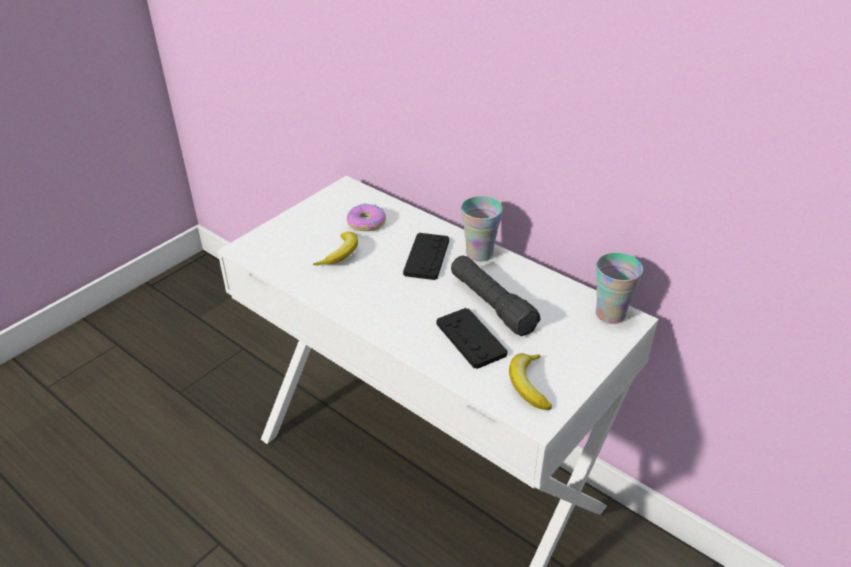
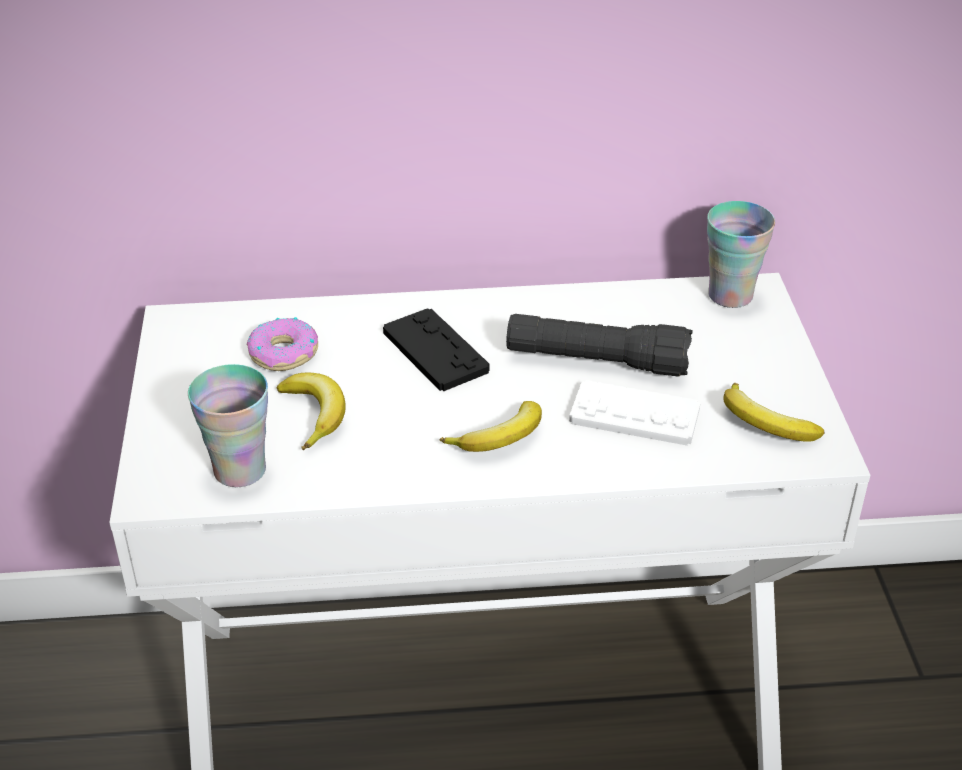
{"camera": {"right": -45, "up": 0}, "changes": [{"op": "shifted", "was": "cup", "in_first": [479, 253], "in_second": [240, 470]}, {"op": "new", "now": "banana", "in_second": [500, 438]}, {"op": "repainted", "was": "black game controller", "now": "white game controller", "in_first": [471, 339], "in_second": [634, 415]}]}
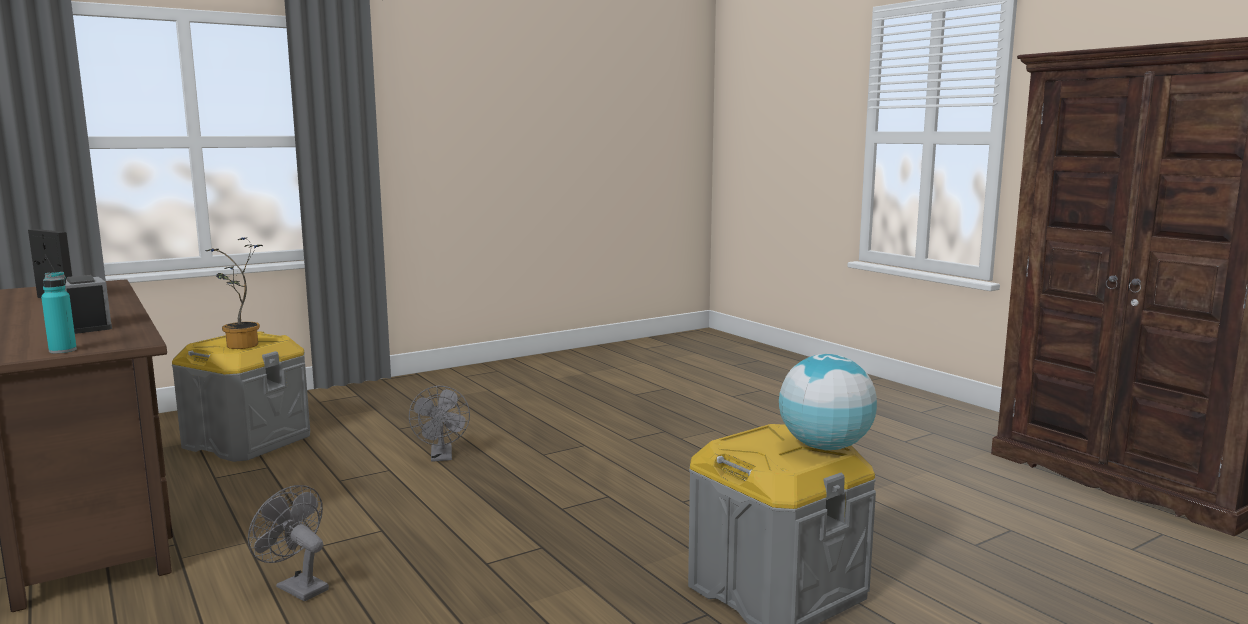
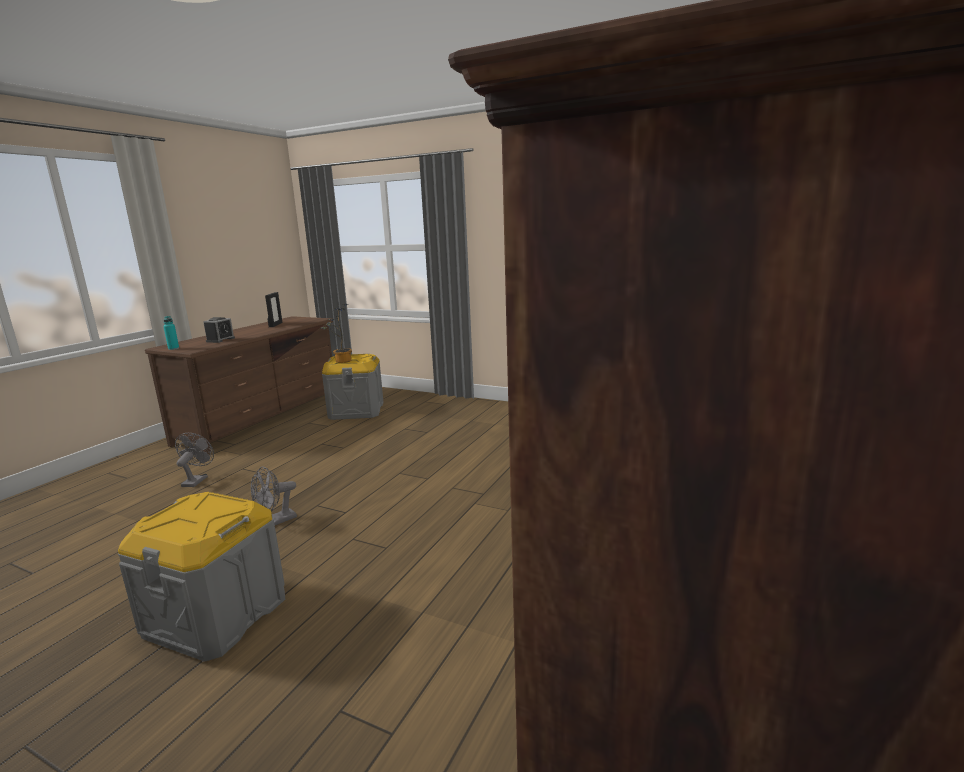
{"camera": {"right": 60, "up": 5}, "changes": [{"op": "shifted", "was": "grey fan", "in_first": [442, 457], "in_second": [276, 521]}, {"op": "gone", "was": "globe", "in_first": [824, 447]}]}
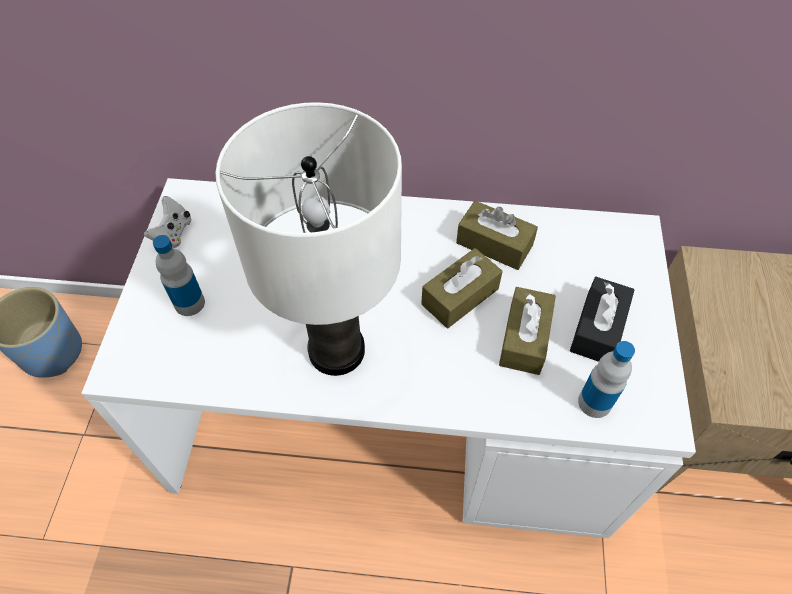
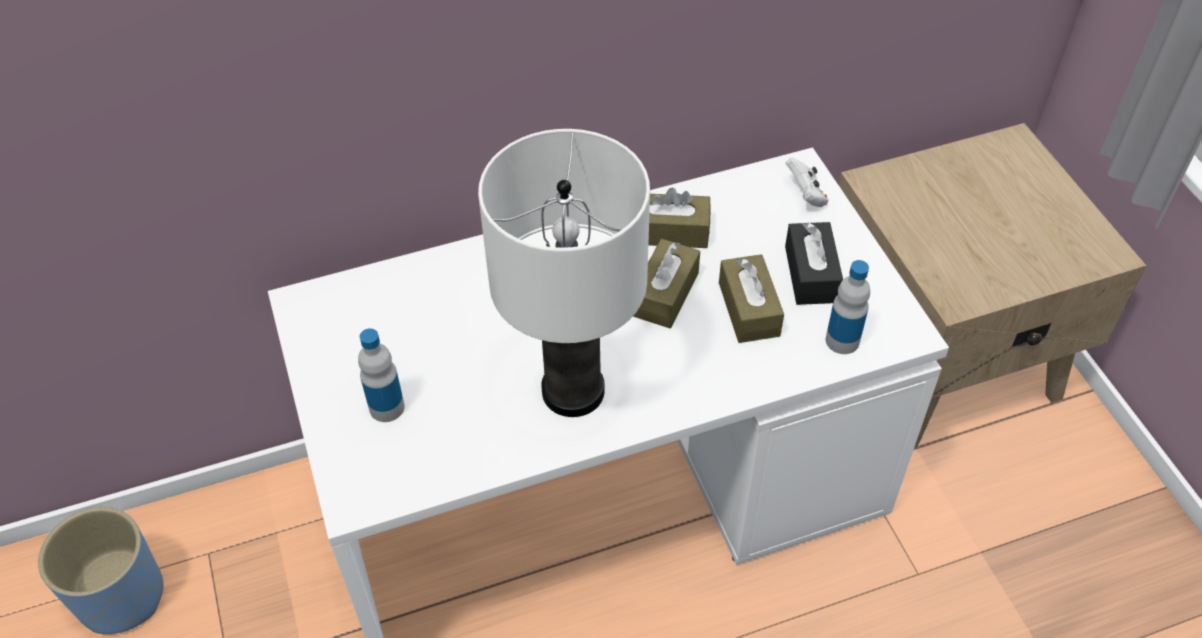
{"camera": {"right": -25, "up": -5}, "changes": [{"op": "shifted", "was": "white game controller", "in_first": [173, 233], "in_second": [806, 195]}]}
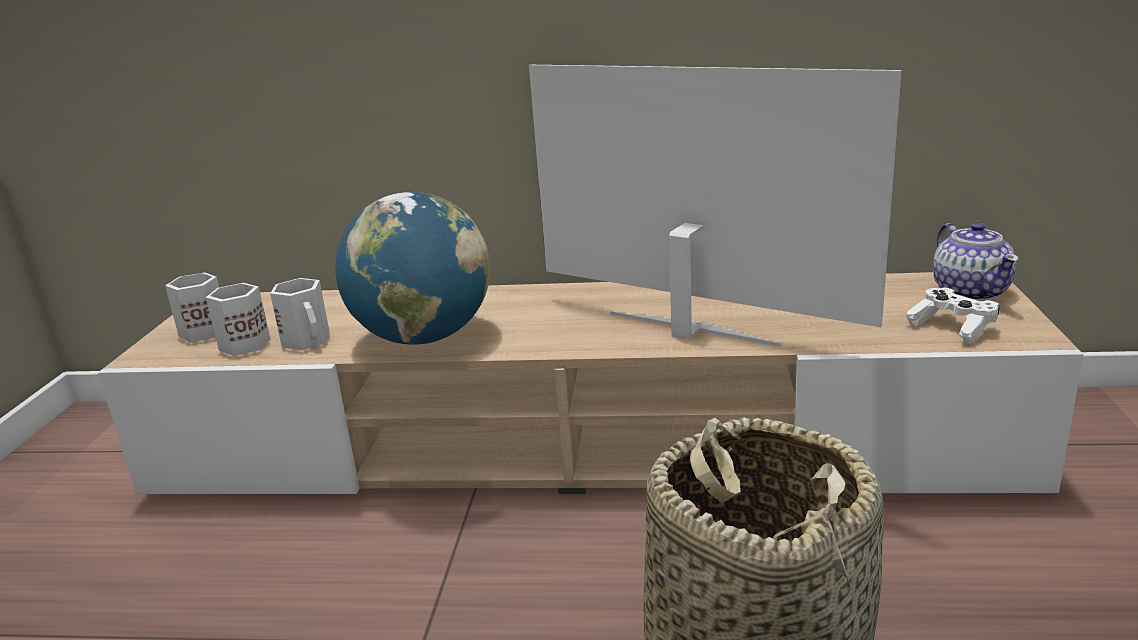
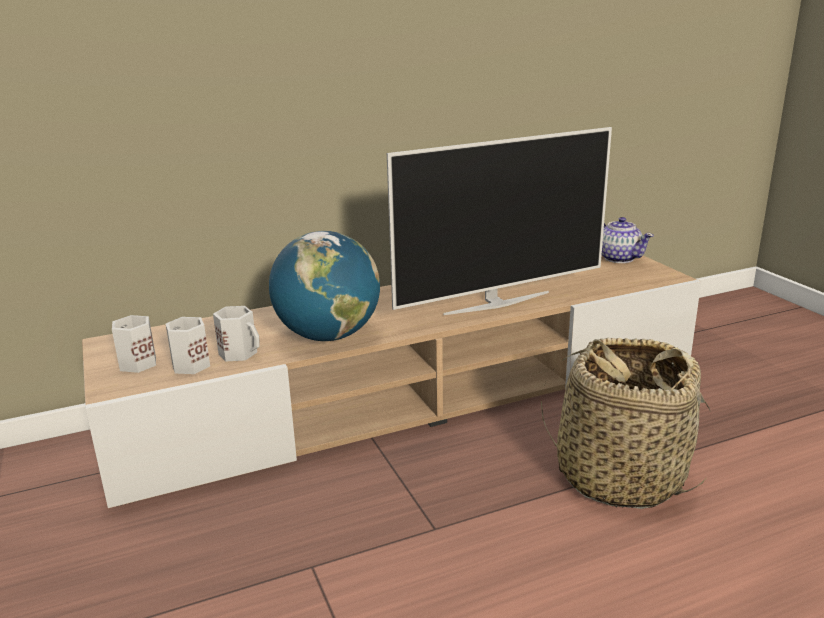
{"camera": {"right": -30, "up": 0}, "changes": [{"op": "rotated", "was": "television", "in_first": [689, 331], "in_second": [496, 302], "clockwise": 150}, {"op": "gone", "was": "white game controller", "in_first": [952, 327]}]}
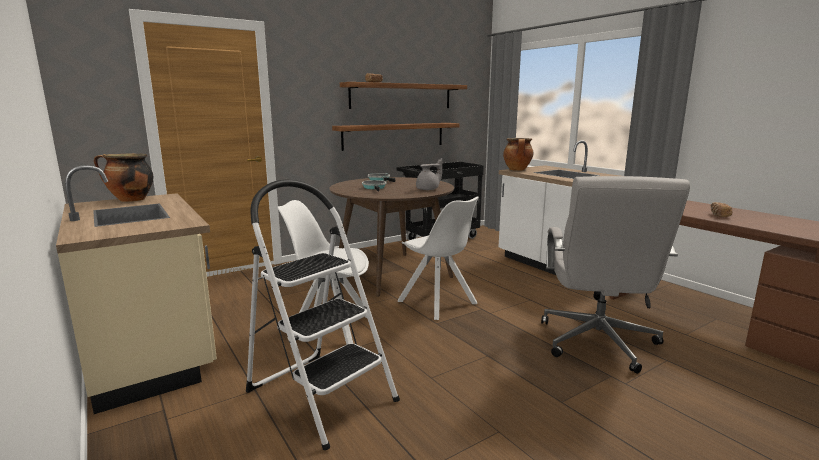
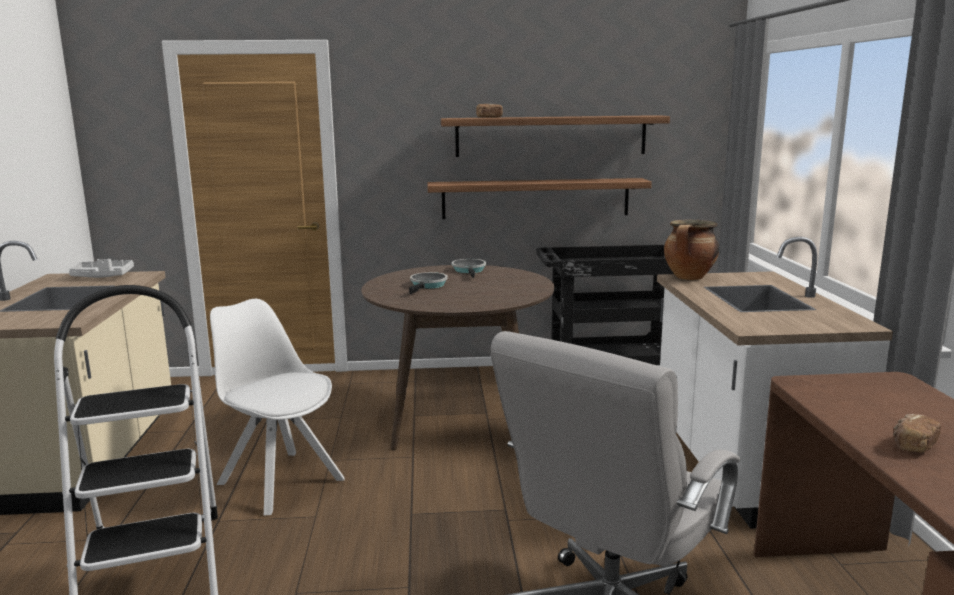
{"camera": {"right": 30, "up": 0}, "changes": [{"op": "swapped", "was": "cooking pot", "now": "grey tray", "in_first": [130, 200], "in_second": [102, 277]}, {"op": "gone", "was": "white chair", "in_first": [438, 303]}, {"op": "gone", "was": "grey teapot", "in_first": [428, 189]}]}
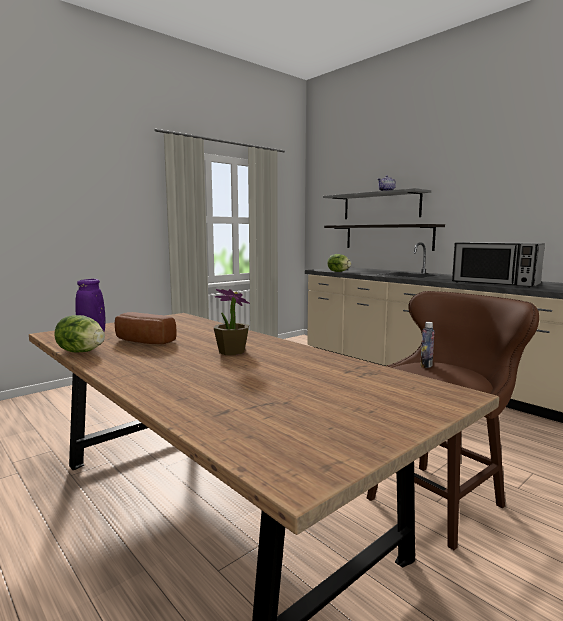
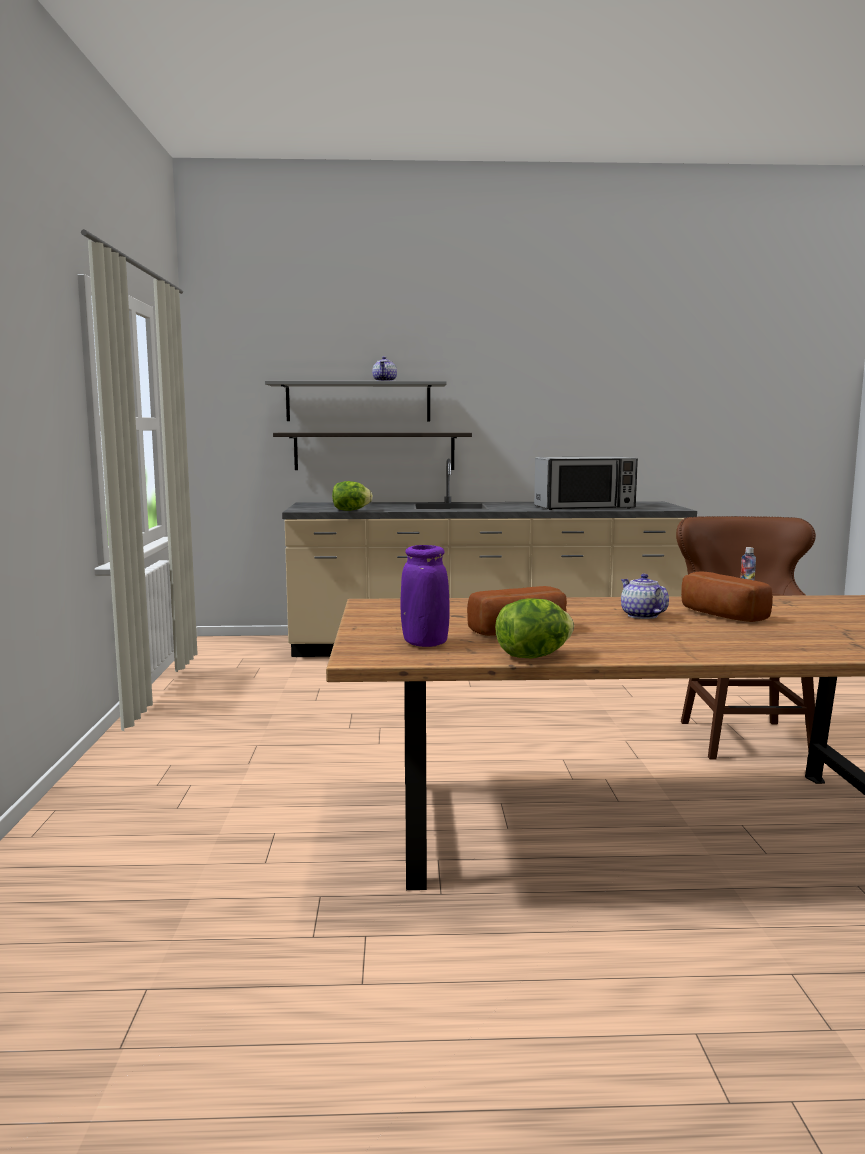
{"camera": {"right": -50, "up": 0}, "changes": [{"op": "swapped", "was": "potted plant", "now": "teapot", "in_first": [231, 352], "in_second": [641, 616]}, {"op": "new", "now": "bread", "in_second": [718, 615]}]}
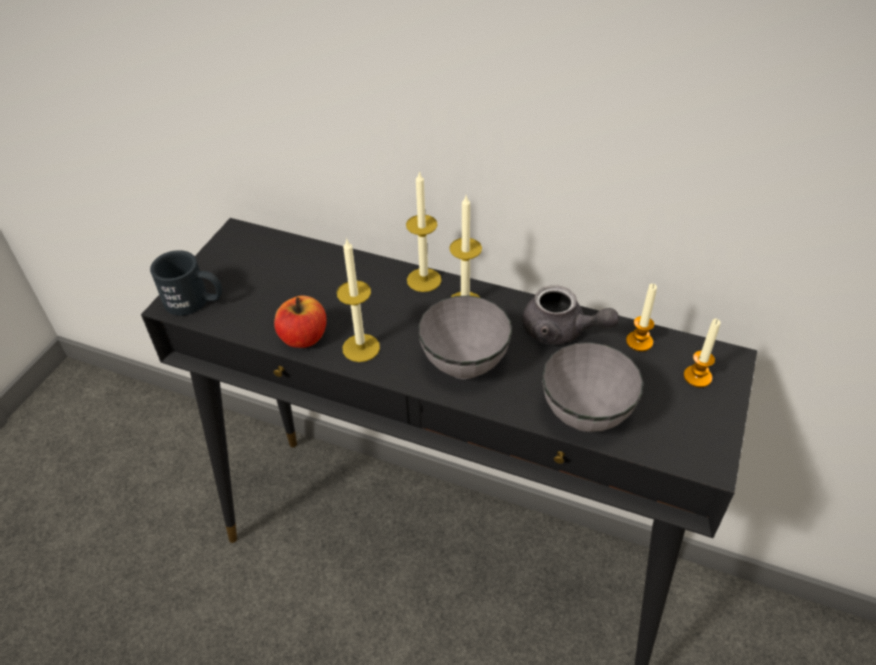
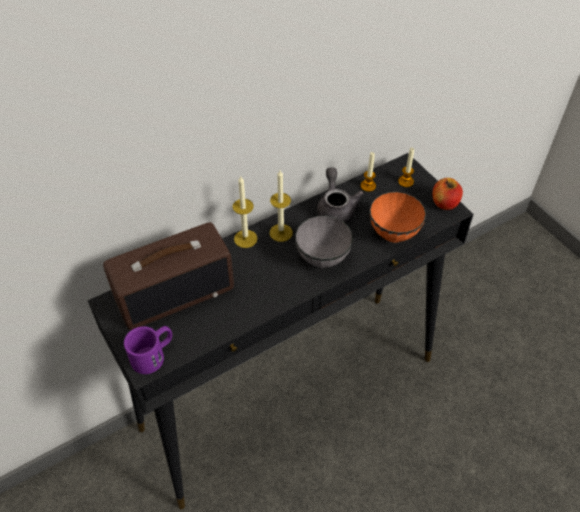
{"camera": {"right": -55, "up": 5}, "changes": [{"op": "new", "now": "radio", "in_second": [175, 292]}, {"op": "repainted", "was": "black mug", "now": "purple mug", "in_first": [195, 301], "in_second": [153, 355]}, {"op": "rotated", "was": "grey teapot", "in_first": [561, 331], "in_second": [336, 208], "clockwise": -75}, {"op": "repainted", "was": "grey bowl", "now": "orange bowl", "in_first": [585, 413], "in_second": [393, 232]}, {"op": "shifted", "was": "apple", "in_first": [304, 337], "in_second": [445, 203]}, {"op": "gone", "was": "candle", "in_first": [361, 348]}]}
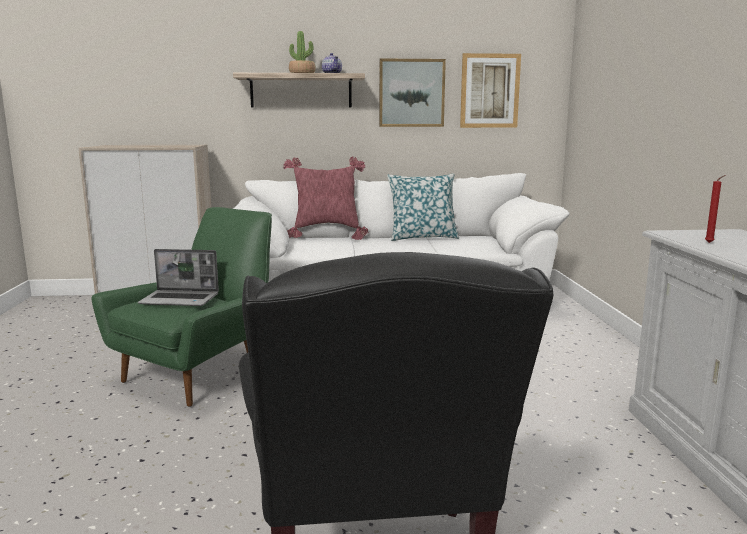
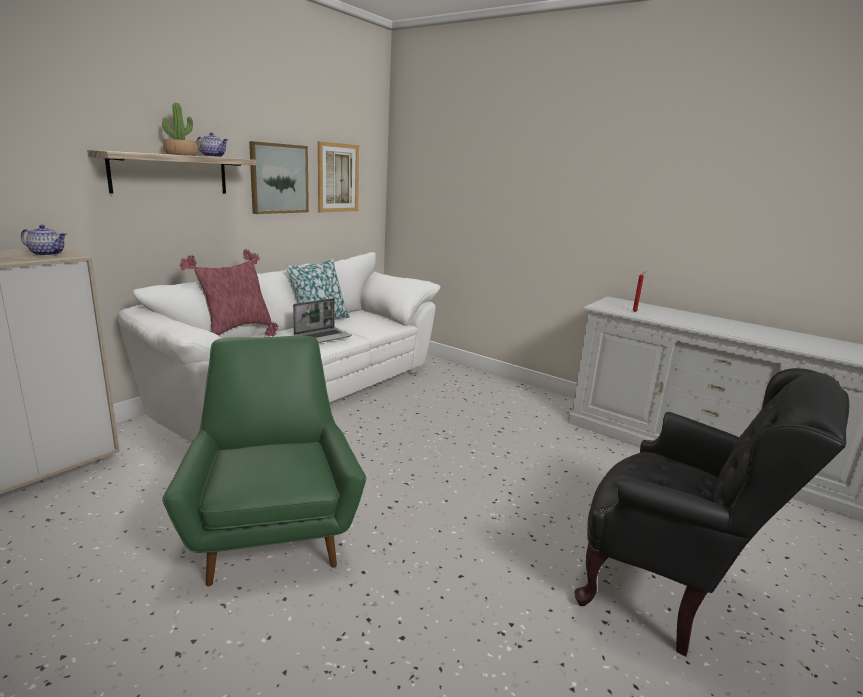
{"camera": {"right": -50, "up": 5}, "changes": [{"op": "new", "now": "teapot", "in_second": [47, 254]}, {"op": "shifted", "was": "laptop", "in_first": [181, 299], "in_second": [323, 337]}]}
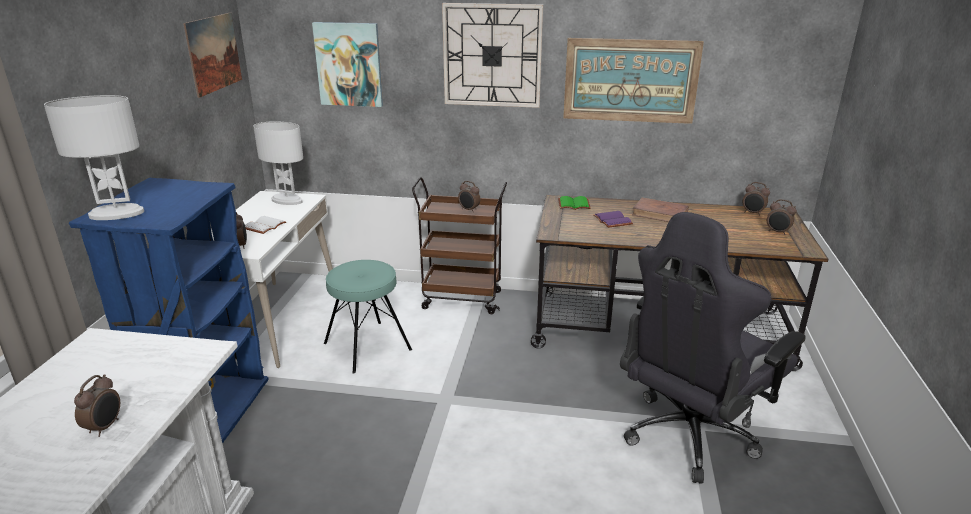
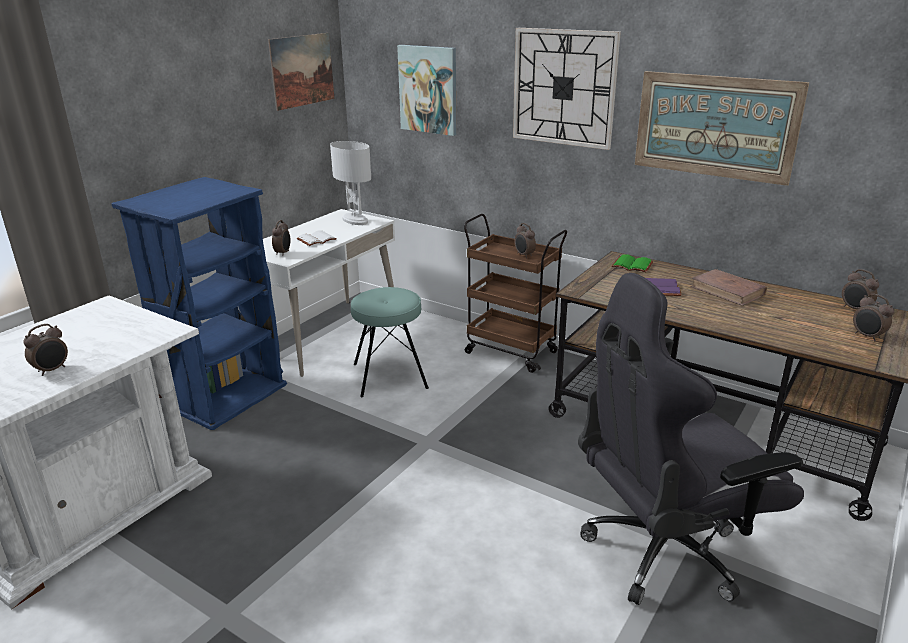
{"camera": {"right": 25, "up": 0}, "changes": [{"op": "gone", "was": "white table lamp", "in_first": [116, 214]}]}
